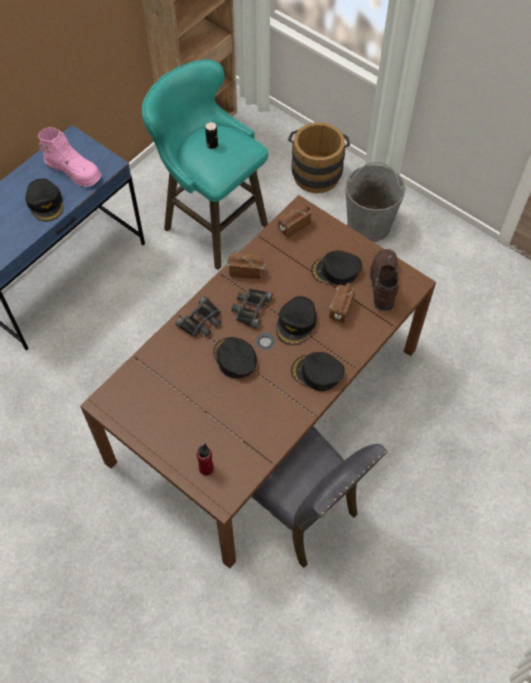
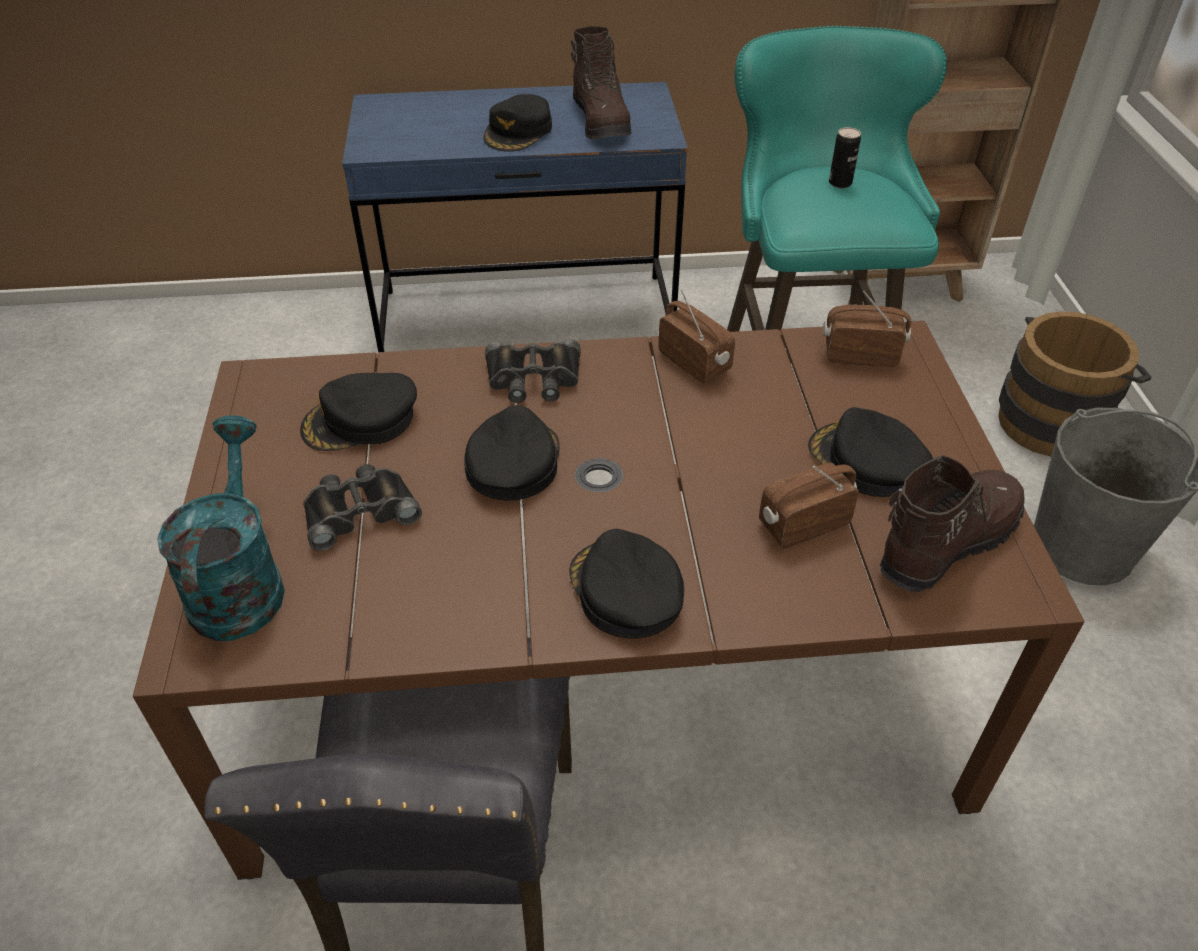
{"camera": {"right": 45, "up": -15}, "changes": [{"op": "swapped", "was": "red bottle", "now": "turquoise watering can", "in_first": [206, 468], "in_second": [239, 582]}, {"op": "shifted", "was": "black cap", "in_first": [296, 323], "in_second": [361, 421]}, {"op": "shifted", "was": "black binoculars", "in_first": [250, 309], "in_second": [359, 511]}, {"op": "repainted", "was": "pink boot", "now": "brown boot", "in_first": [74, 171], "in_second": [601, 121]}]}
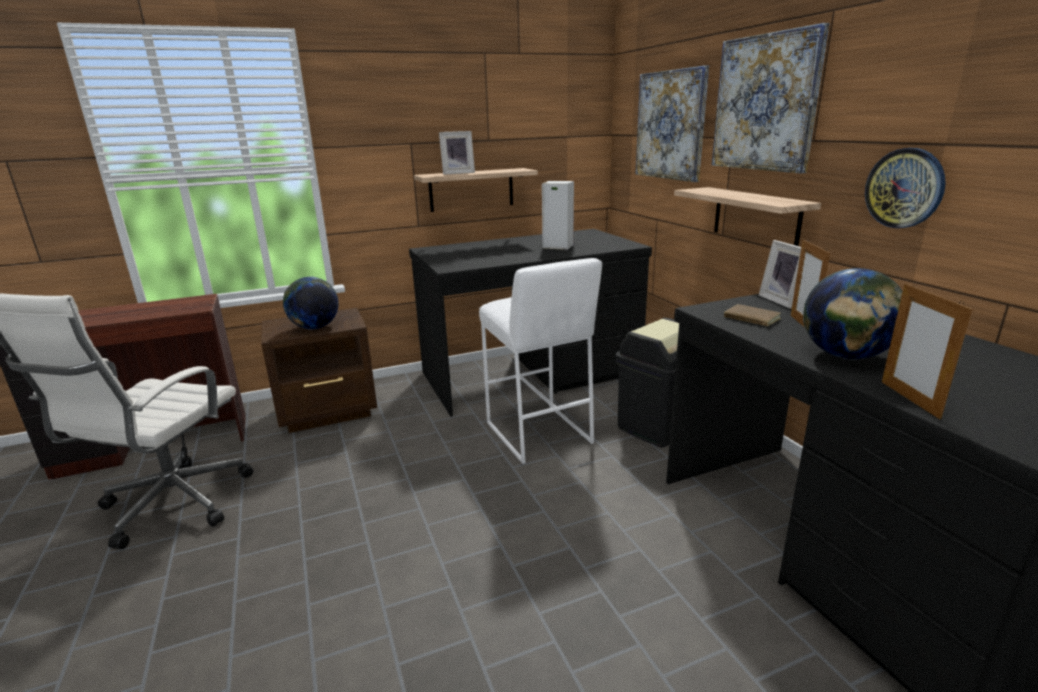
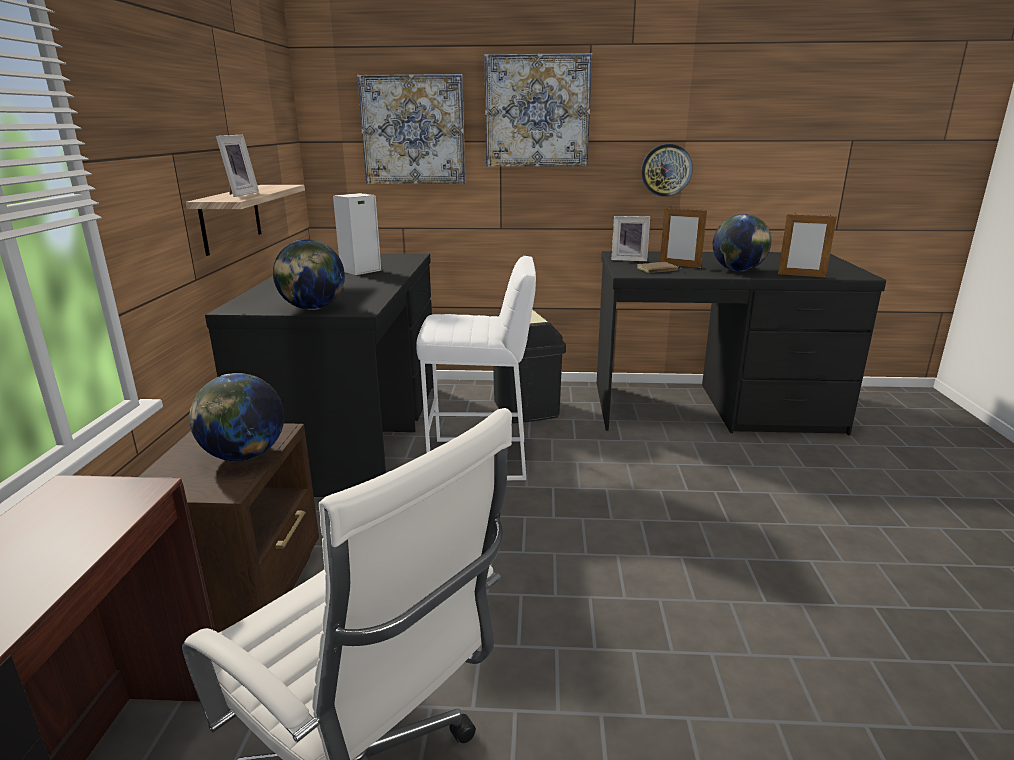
{"camera": {"right": -65, "up": 0}, "changes": [{"op": "new", "now": "globe", "in_second": [313, 308]}, {"op": "gone", "was": "shelf", "in_first": [755, 217]}]}
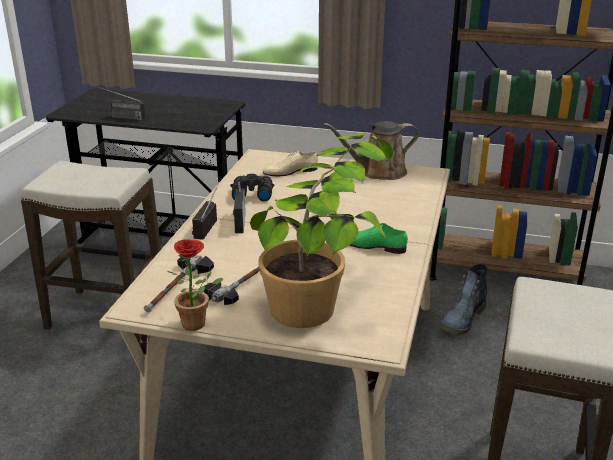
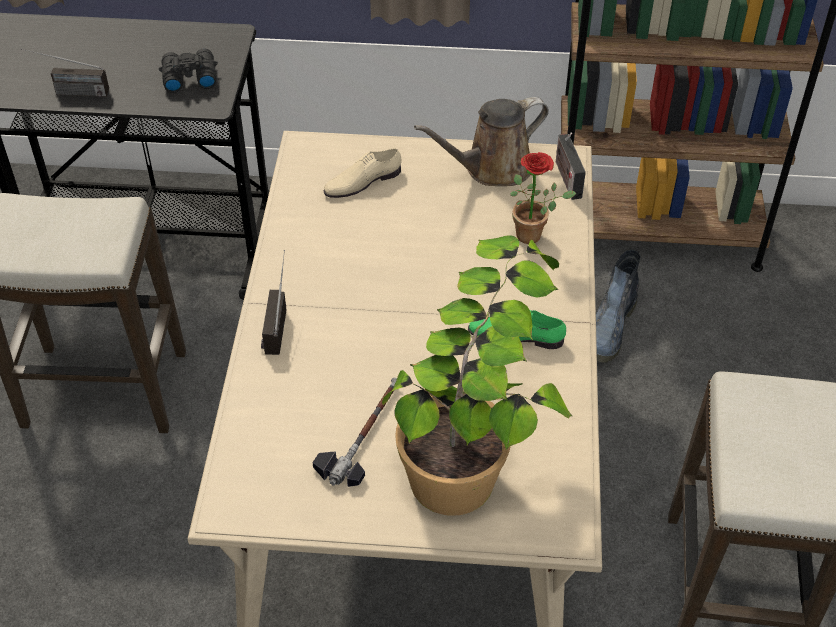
{"camera": {"right": -10, "up": 20}, "changes": [{"op": "shifted", "was": "black binoculars", "in_first": [251, 194], "in_second": [188, 77]}, {"op": "shifted", "was": "potted plant", "in_first": [198, 324], "in_second": [534, 235]}, {"op": "shifted", "was": "radio", "in_first": [239, 221], "in_second": [566, 178]}, {"op": "gone", "was": "hammer", "in_first": [176, 287]}]}
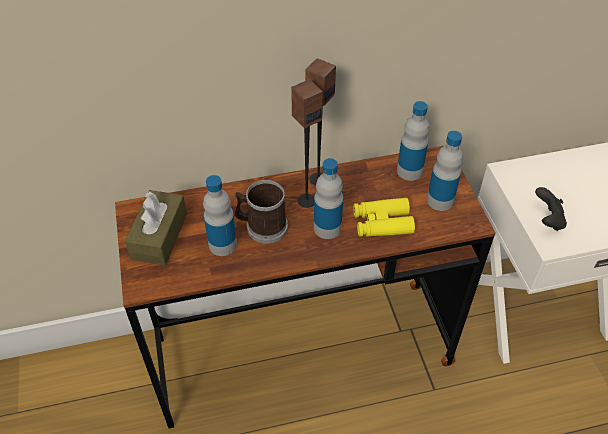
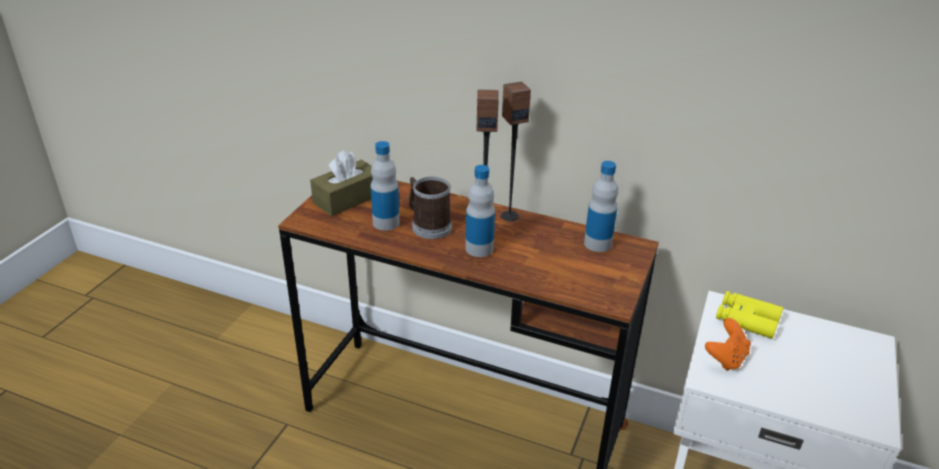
{"camera": {"right": 35, "up": -15}, "changes": [{"op": "repainted", "was": "black game controller", "now": "orange game controller", "in_first": [547, 220], "in_second": [726, 358]}, {"op": "shifted", "was": "yellow binoculars", "in_first": [382, 223], "in_second": [747, 320]}, {"op": "gone", "was": "bottle", "in_first": [440, 200]}]}
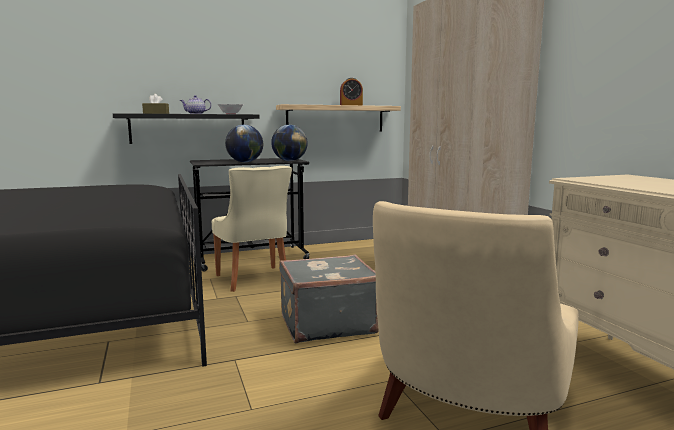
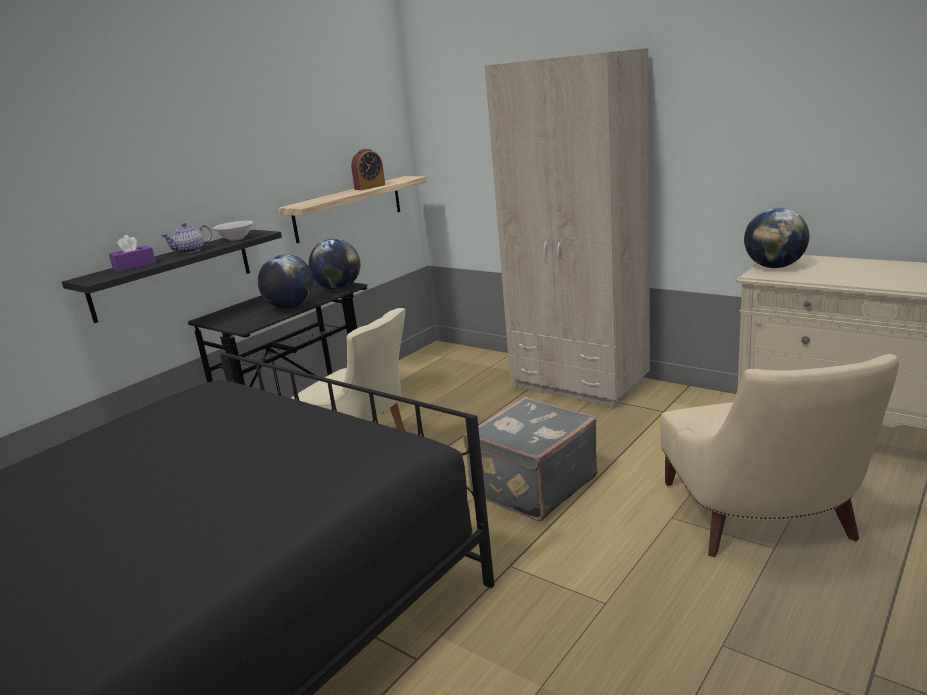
{"camera": {"right": -30, "up": 10}, "changes": [{"op": "repainted", "was": "brown tissue box", "now": "purple tissue box", "in_first": [156, 113], "in_second": [134, 266]}, {"op": "new", "now": "globe", "in_second": [774, 267]}]}
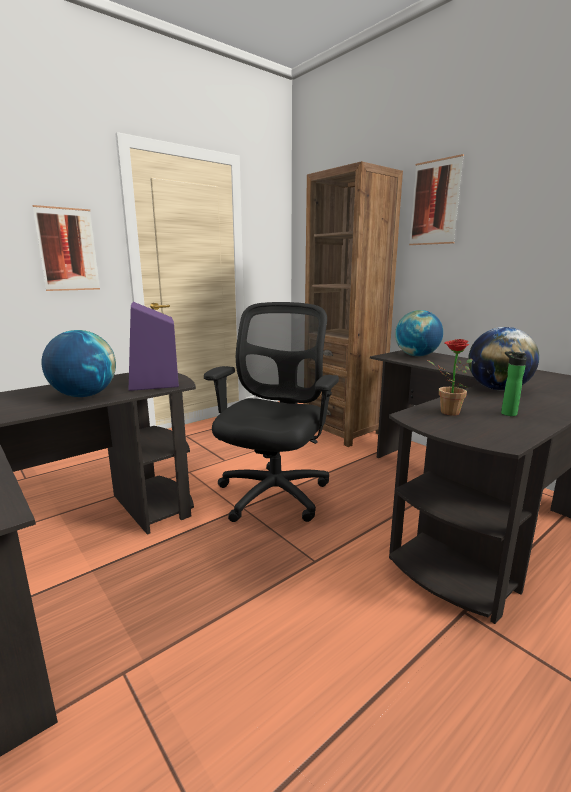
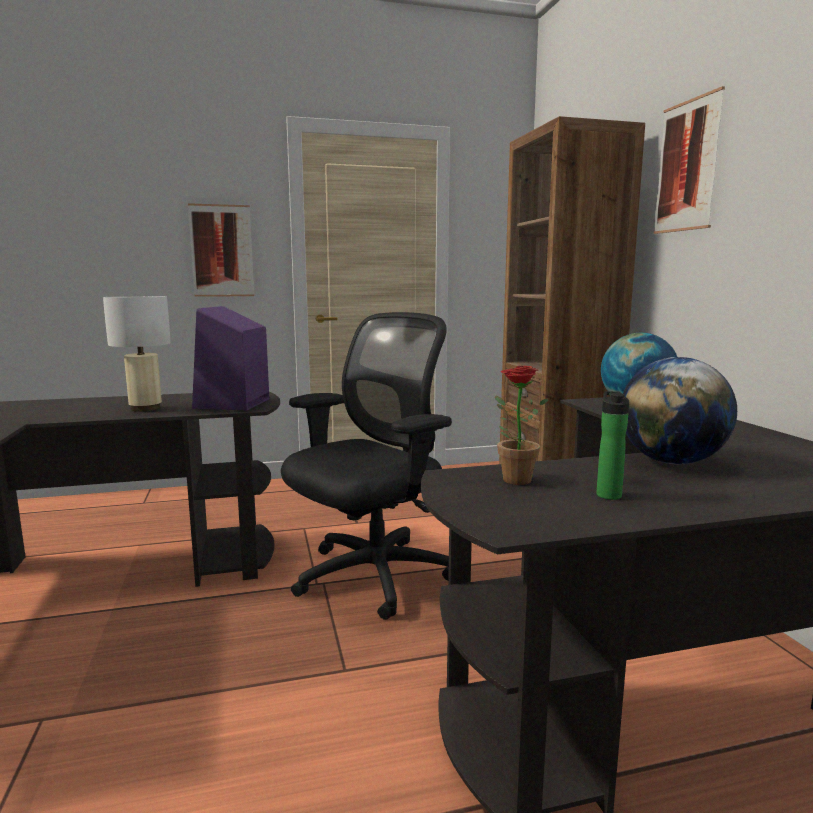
{"camera": {"right": 25, "up": -5}, "changes": [{"op": "swapped", "was": "globe", "now": "white table lamp", "in_first": [84, 395], "in_second": [145, 408]}]}
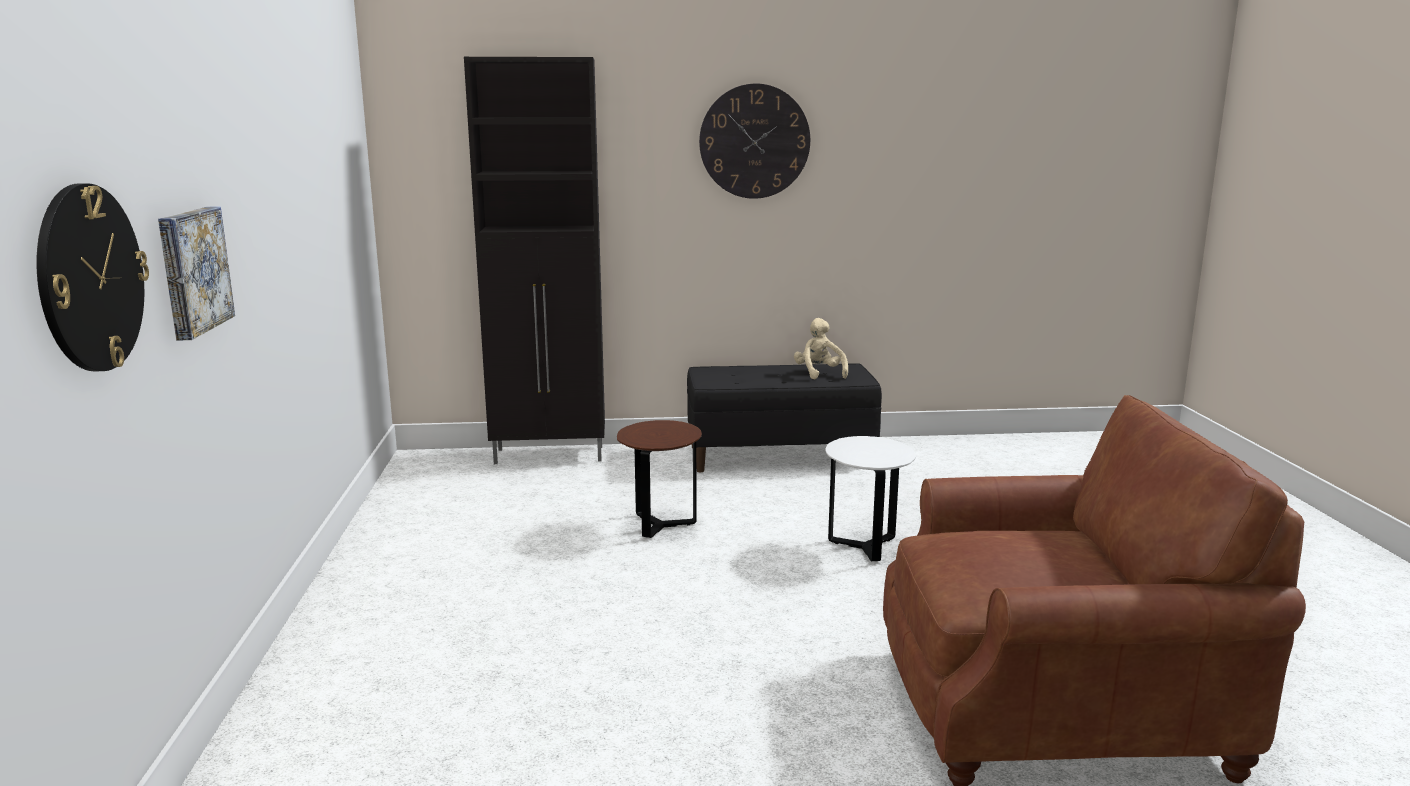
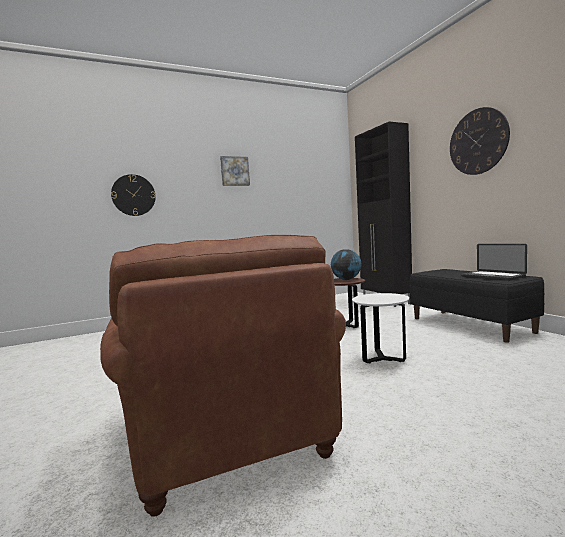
{"camera": {"right": 70, "up": -10}, "changes": [{"op": "shifted", "was": "picture", "in_first": [191, 270], "in_second": [234, 171]}, {"op": "new", "now": "globe", "in_second": [346, 279]}, {"op": "swapped", "was": "beige plush toy", "now": "laptop", "in_first": [819, 374], "in_second": [492, 276]}]}
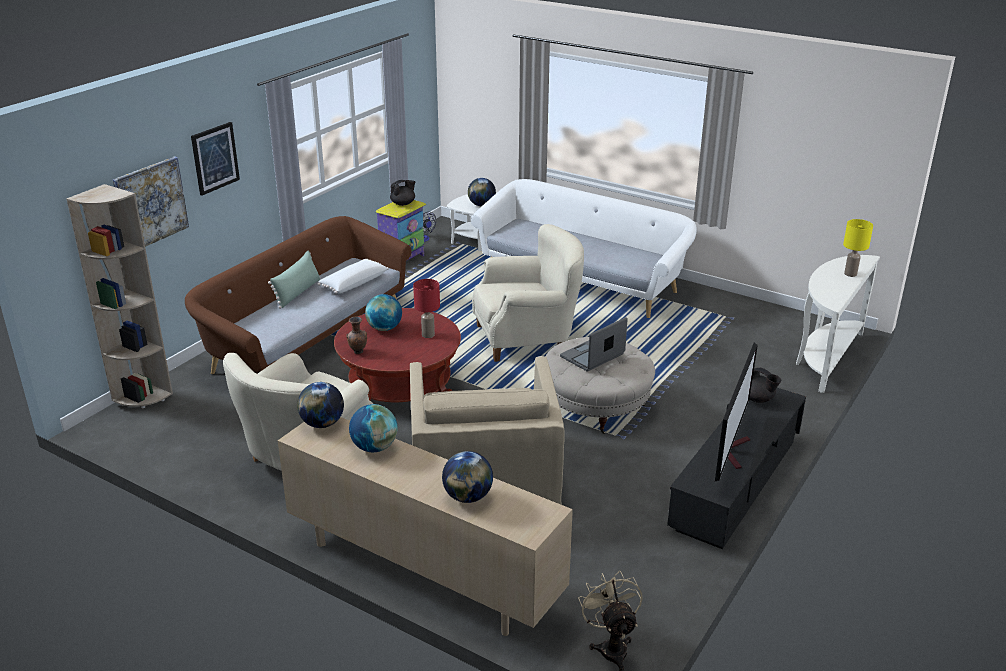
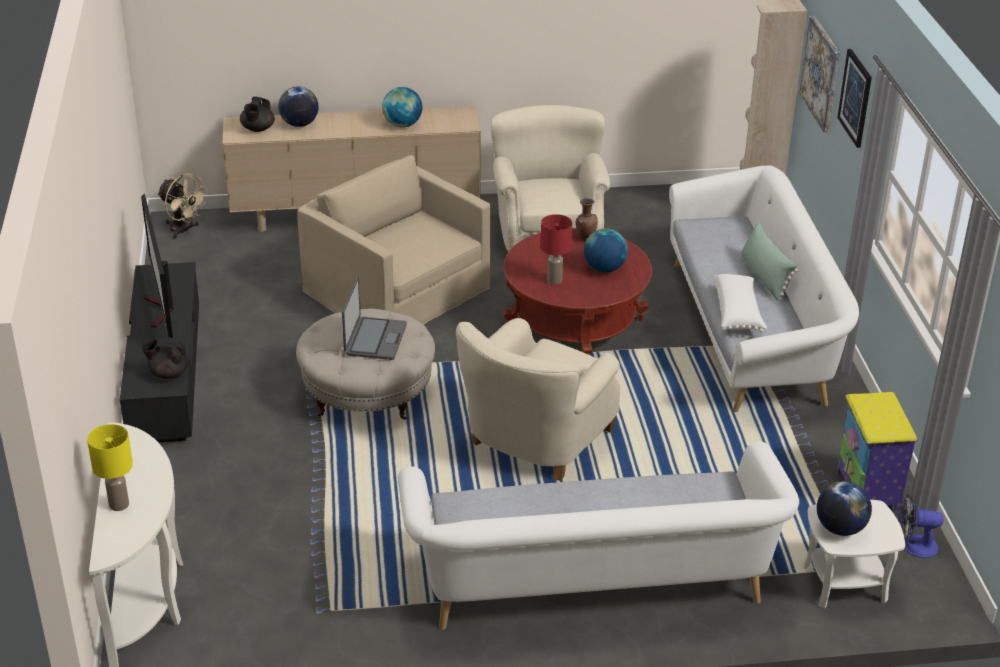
{"camera": {"right": 140, "up": 5}, "changes": [{"op": "shifted", "was": "black teapot", "in_first": [403, 203], "in_second": [257, 129]}, {"op": "repainted", "was": "brown sofa", "now": "white sofa", "in_first": [307, 337], "in_second": [751, 330]}, {"op": "gone", "was": "globe", "in_first": [322, 424]}]}
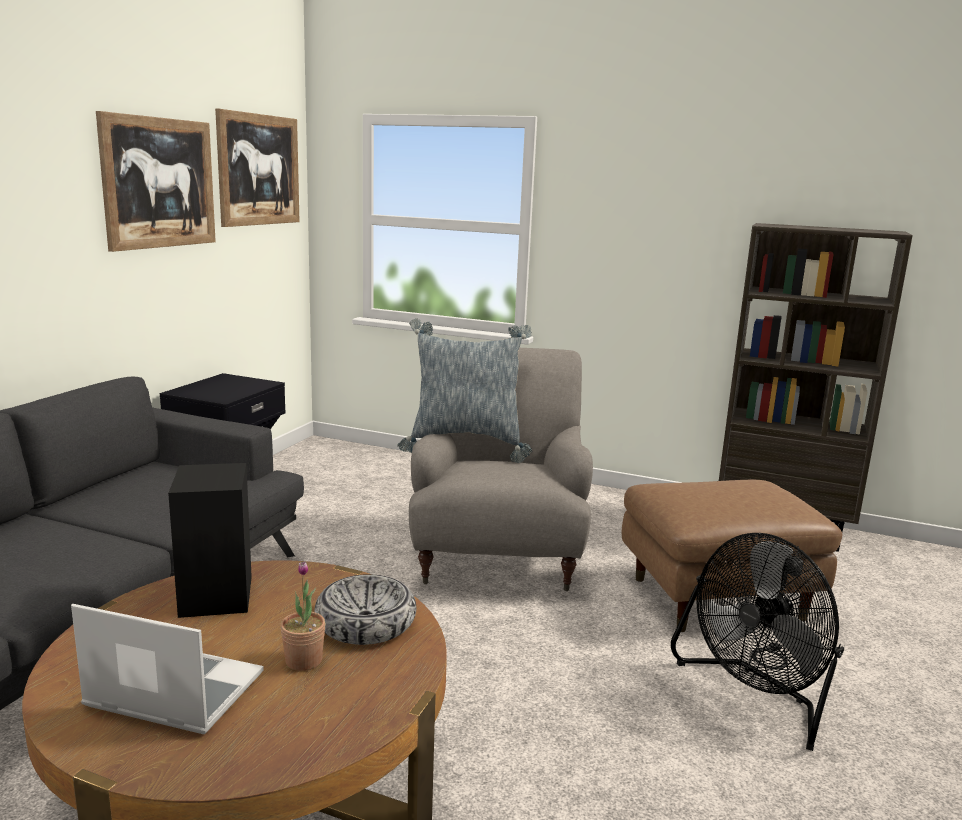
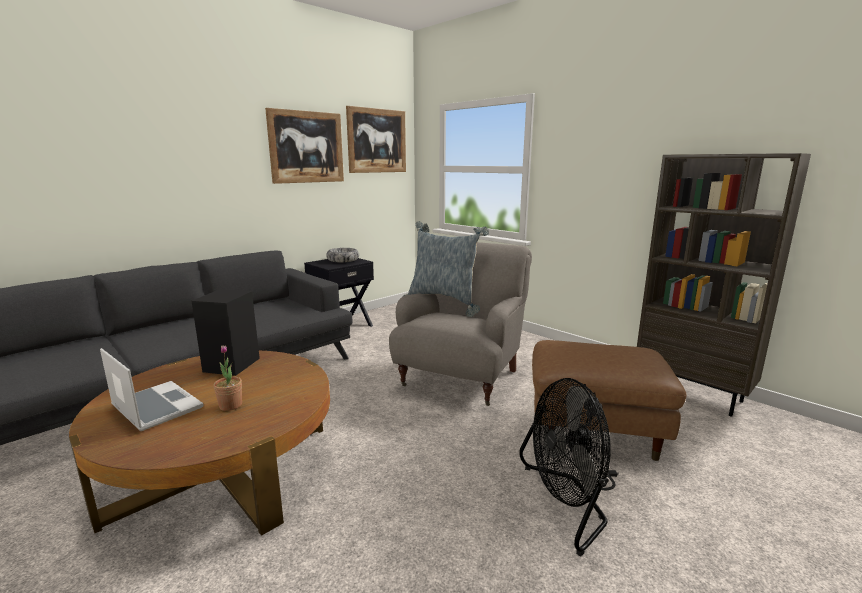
{"camera": {"right": 25, "up": 0}, "changes": [{"op": "shifted", "was": "bowl", "in_first": [366, 623], "in_second": [343, 260]}]}
